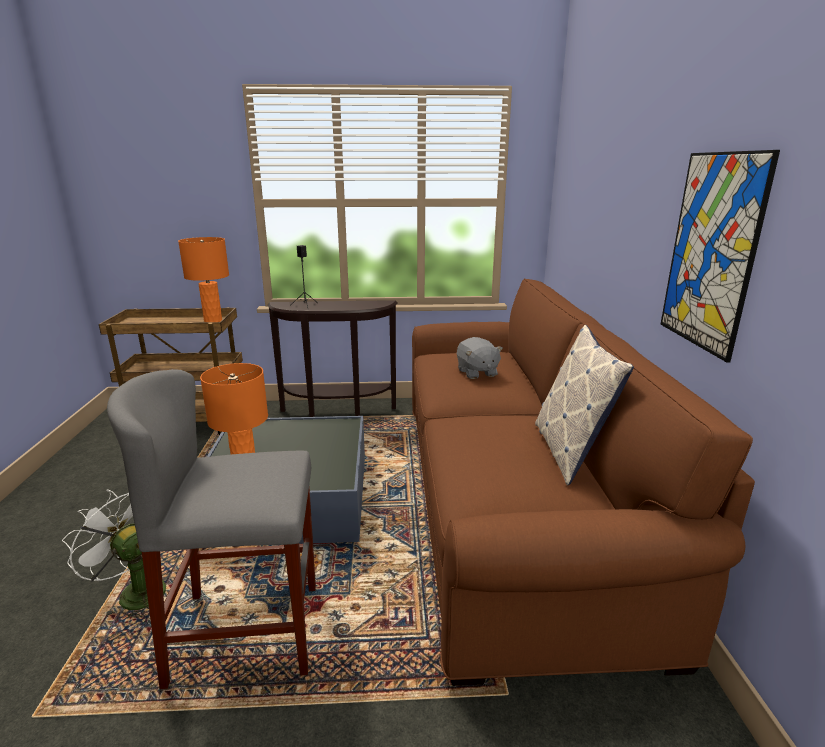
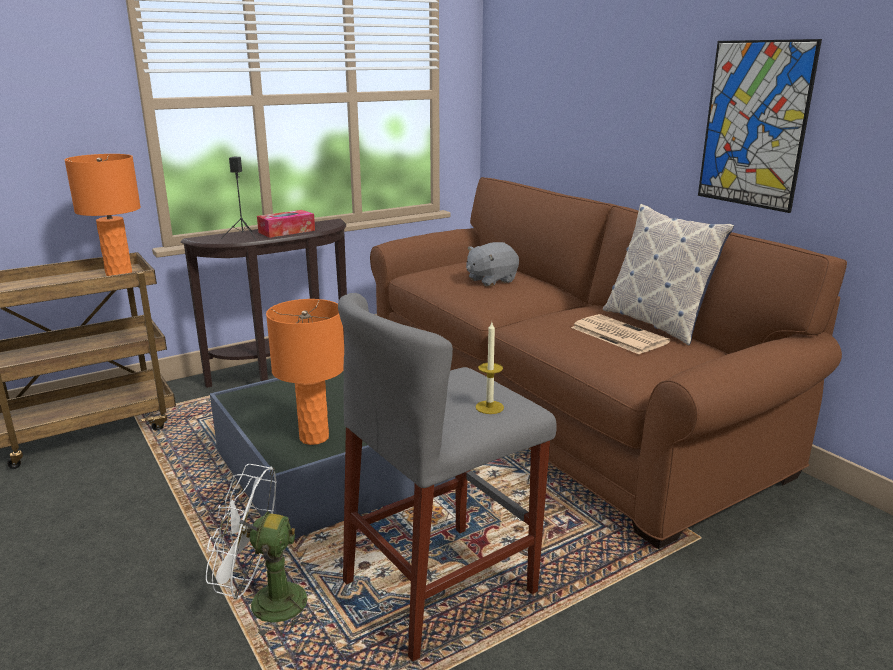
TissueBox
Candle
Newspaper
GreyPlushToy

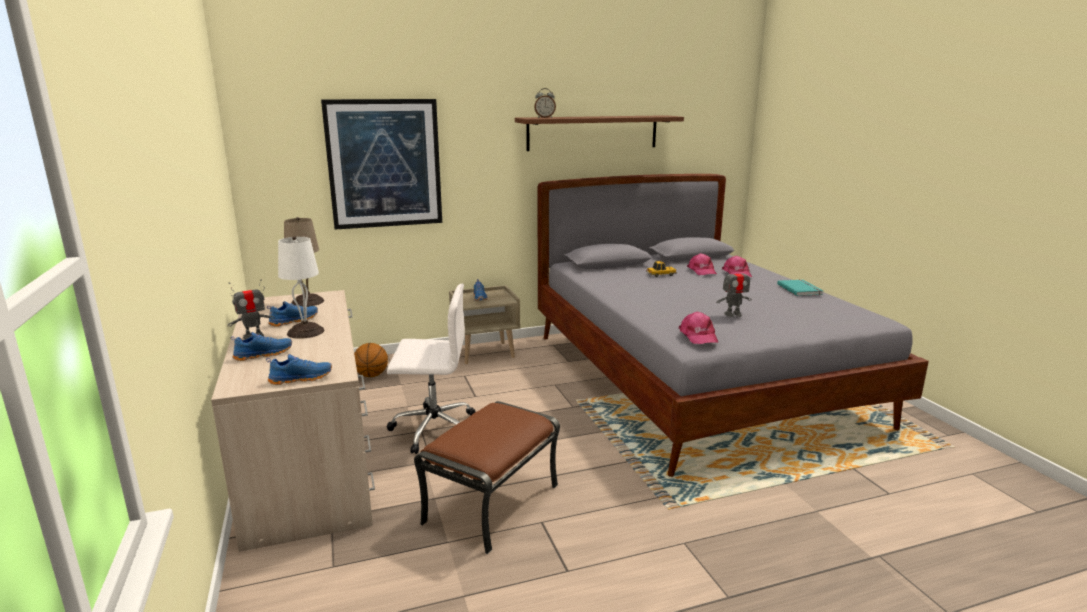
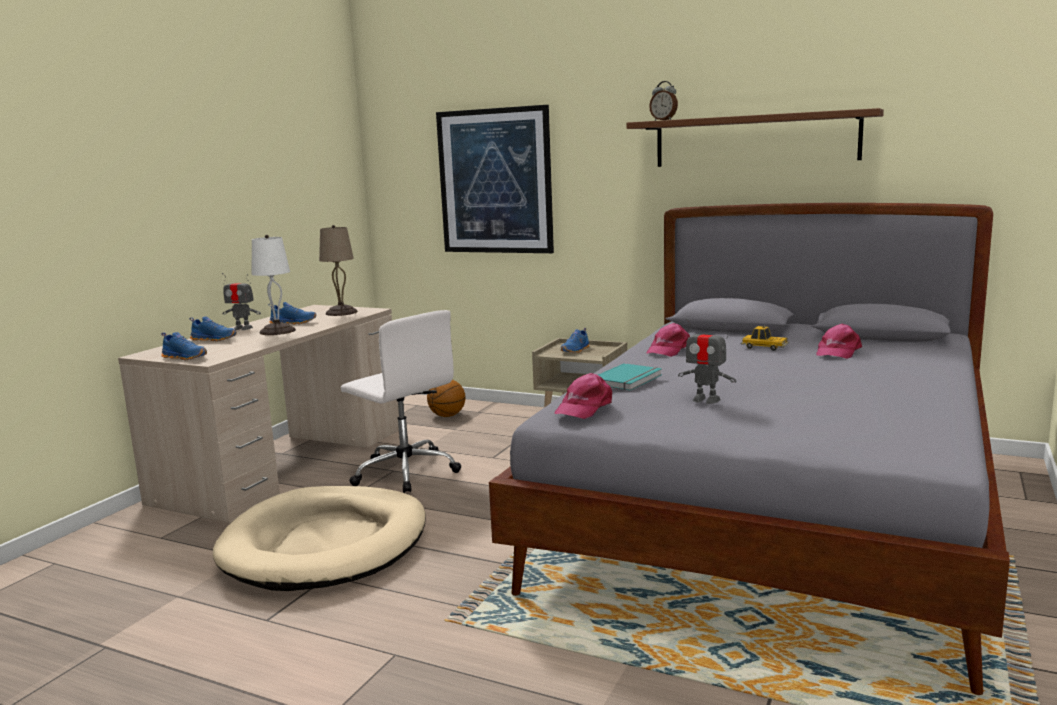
PinkCap (2nd from left)
TurquoiseBook
BeigeDogBed

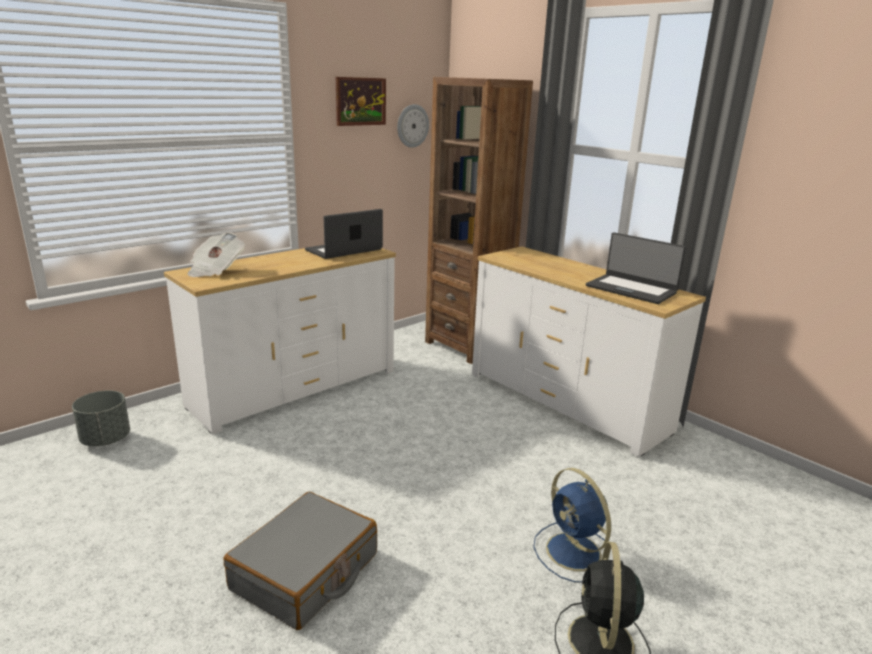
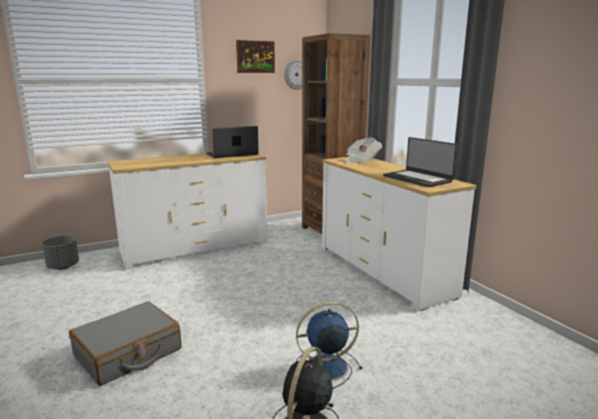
Newspaper
BlueFan

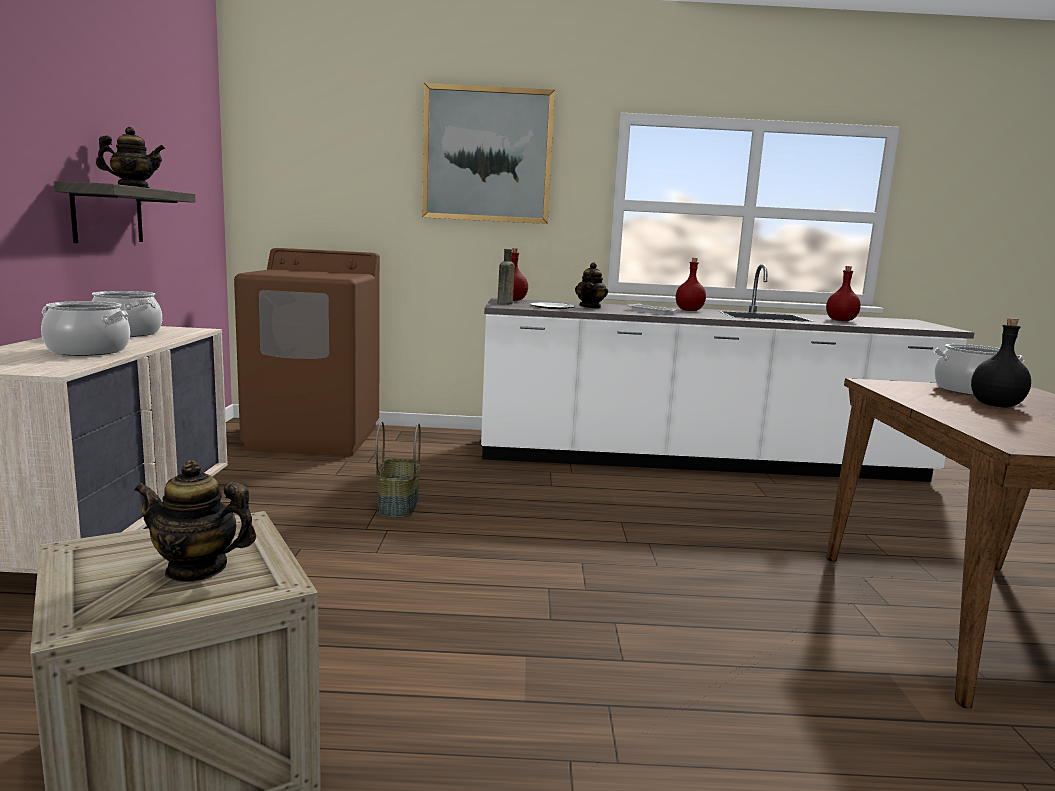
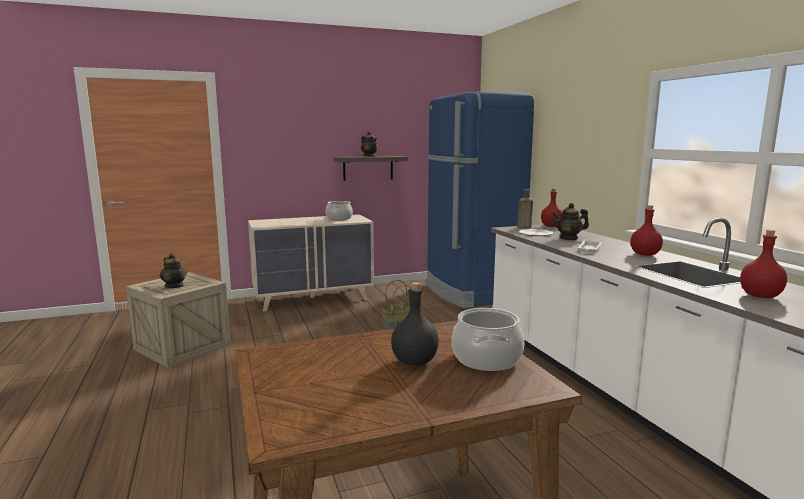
CookingPot (1st from left in the first image)
Picture
BlueFridge
Teapot (1st from left)

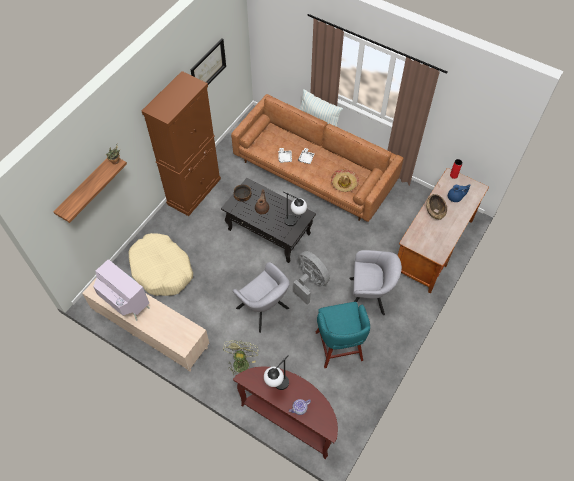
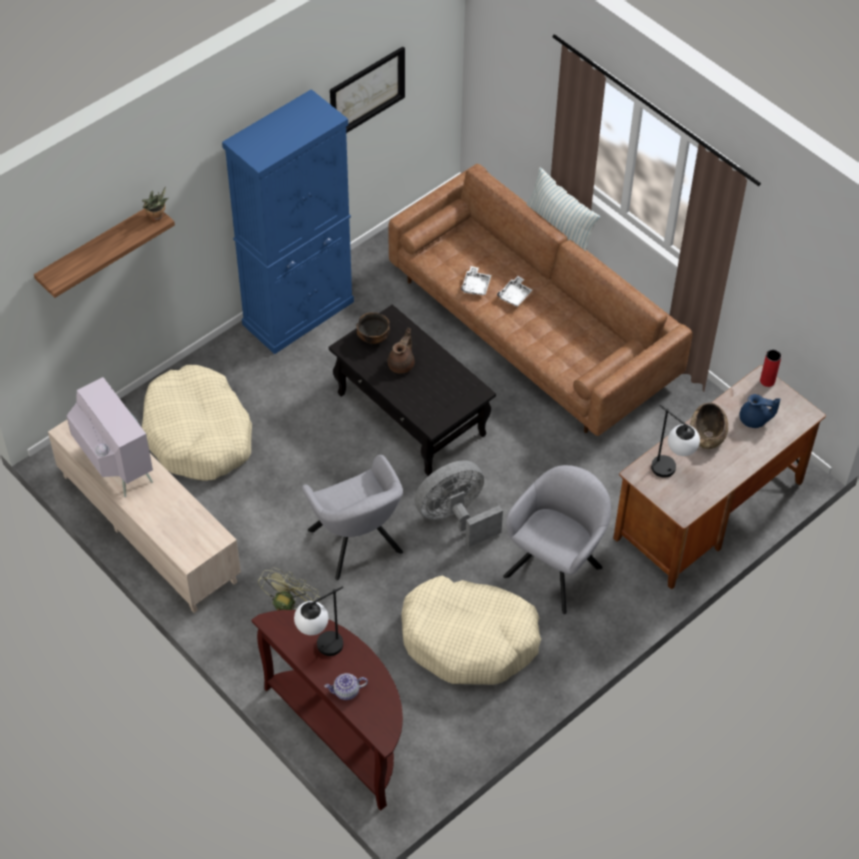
Hat
TableLamp (2nd from left)
BeigeDogBed (2nd from left)
BlueCabinet
GreyFan
GreyArmchair (2nd from left)

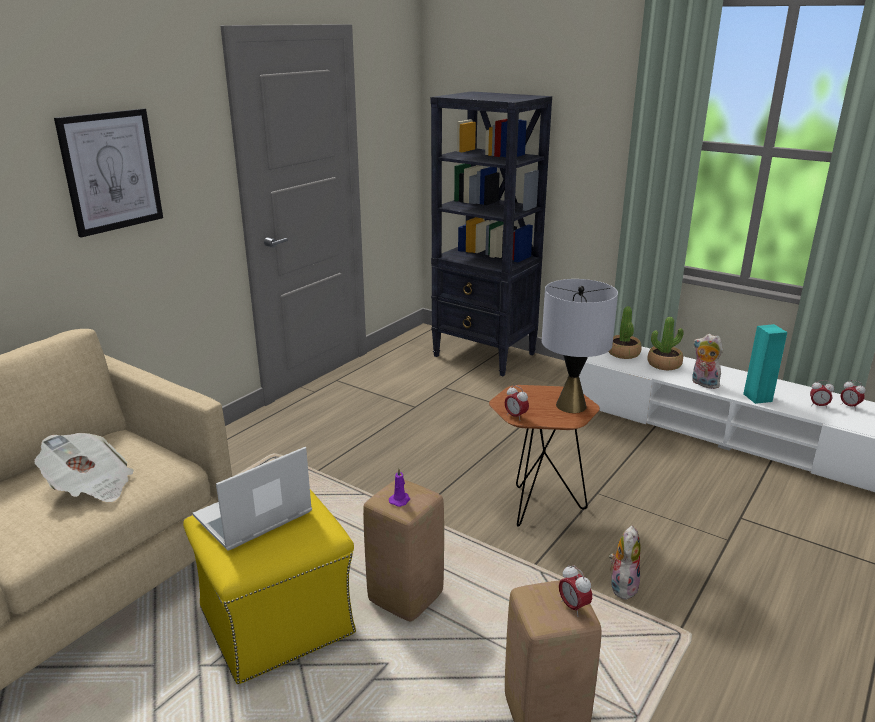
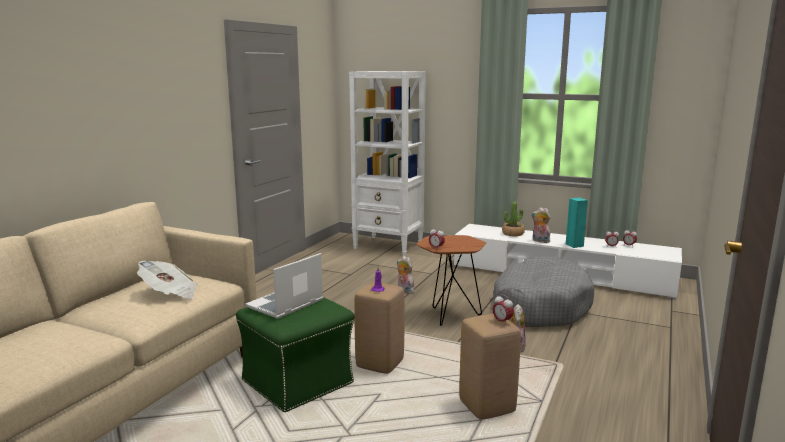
Picture
GreyTableLamp
PottedPlant (1st from left in the first image)
PlushToy (1st from left)
GreyDogBed
GreenOttoman
WhiteBookcase

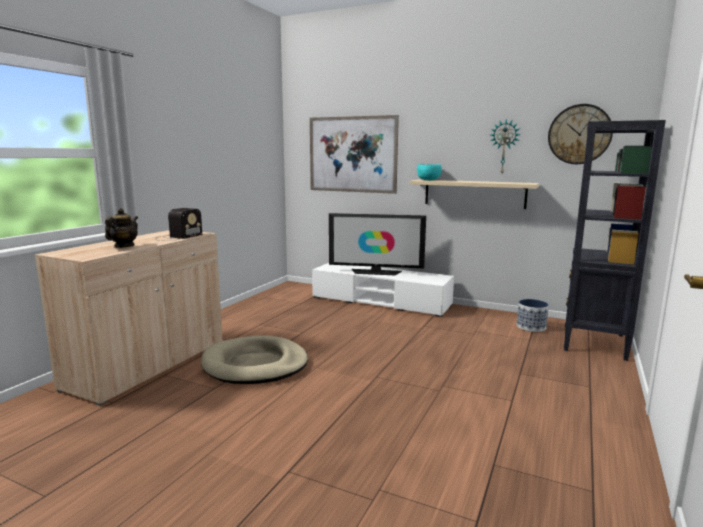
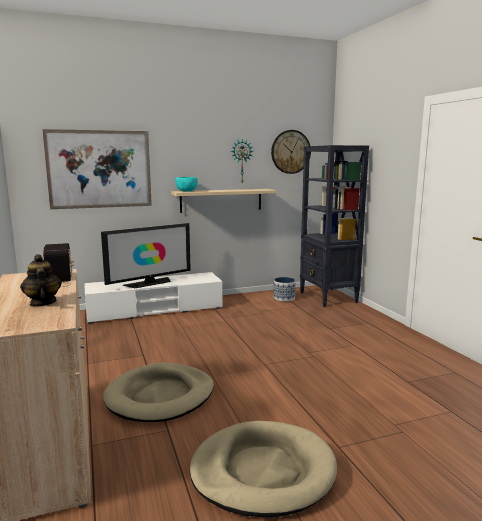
BeigeDogBed (2nd from left)

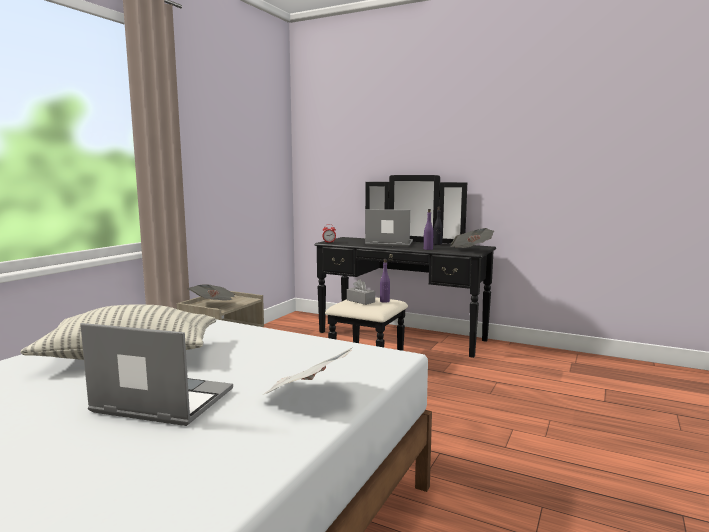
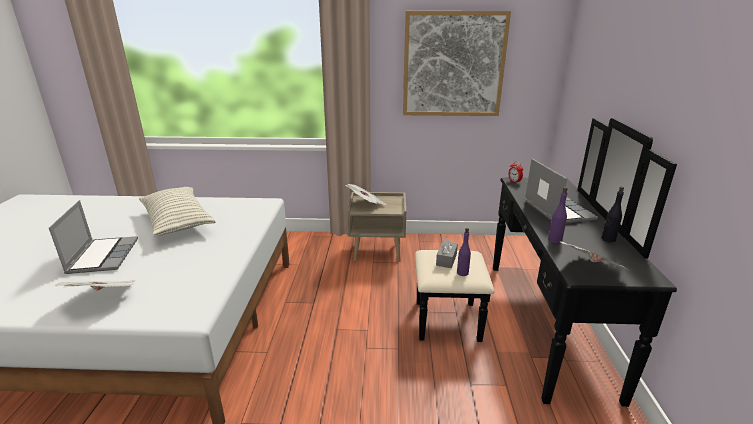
Picture

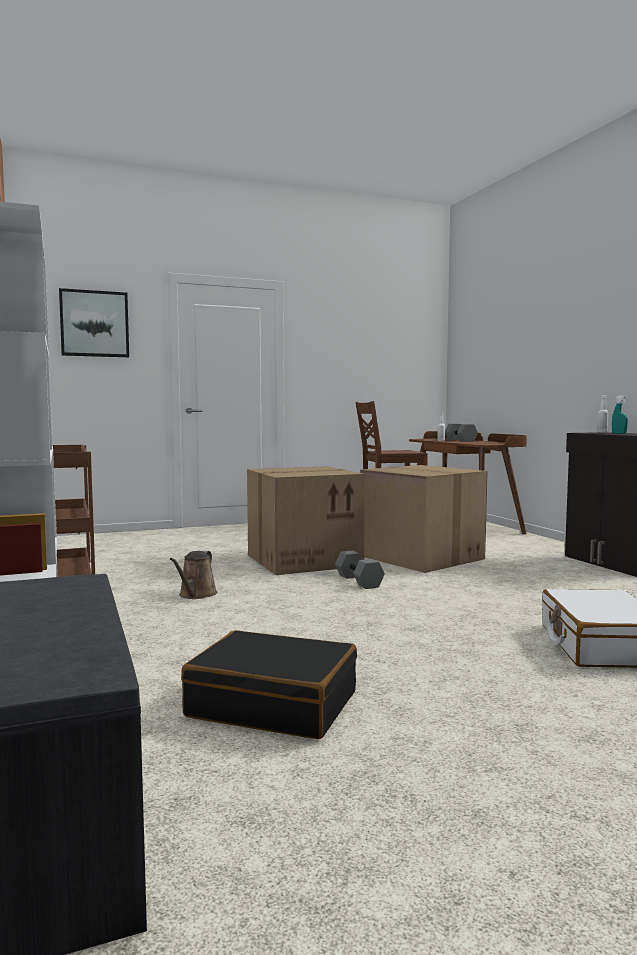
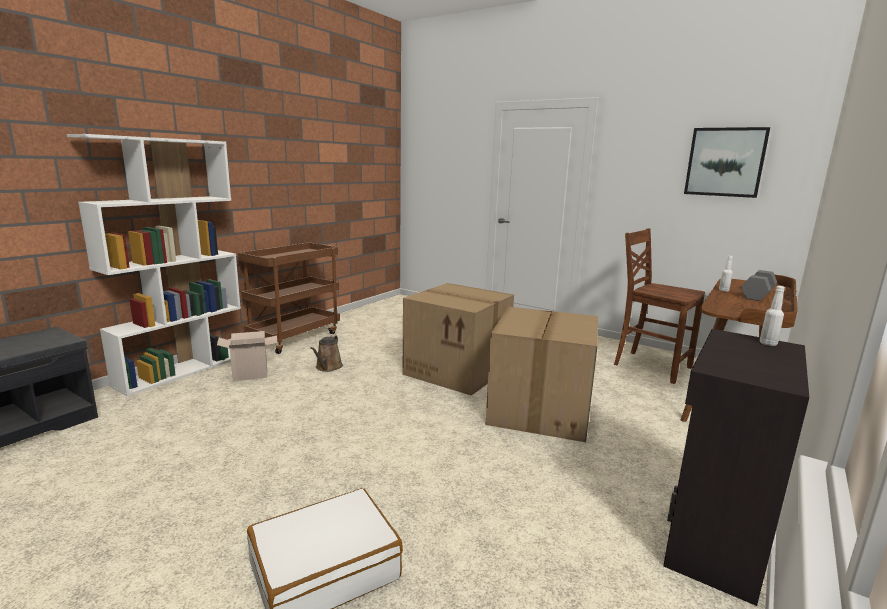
BlackSuitcase
GreyDumbbell (1st from left in the first image)
TurquoiseSprayBottle
CardboardBox (1st from left)
Picture
BrownWateringCan

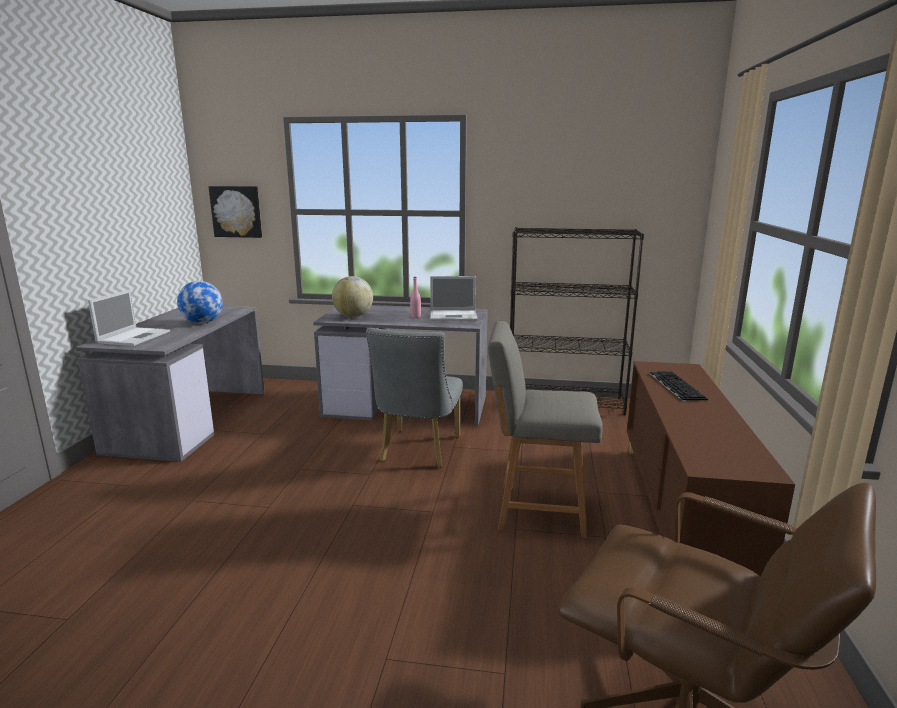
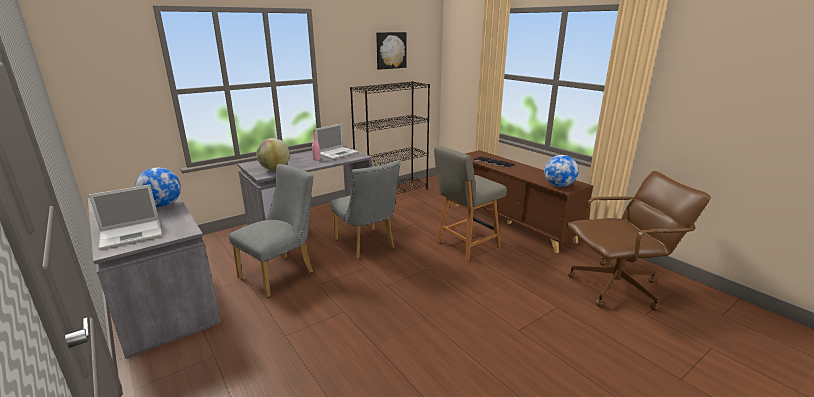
GreyChair (1st from left)
Globe (3rd from left)
Picture
Laptop (1st from left)

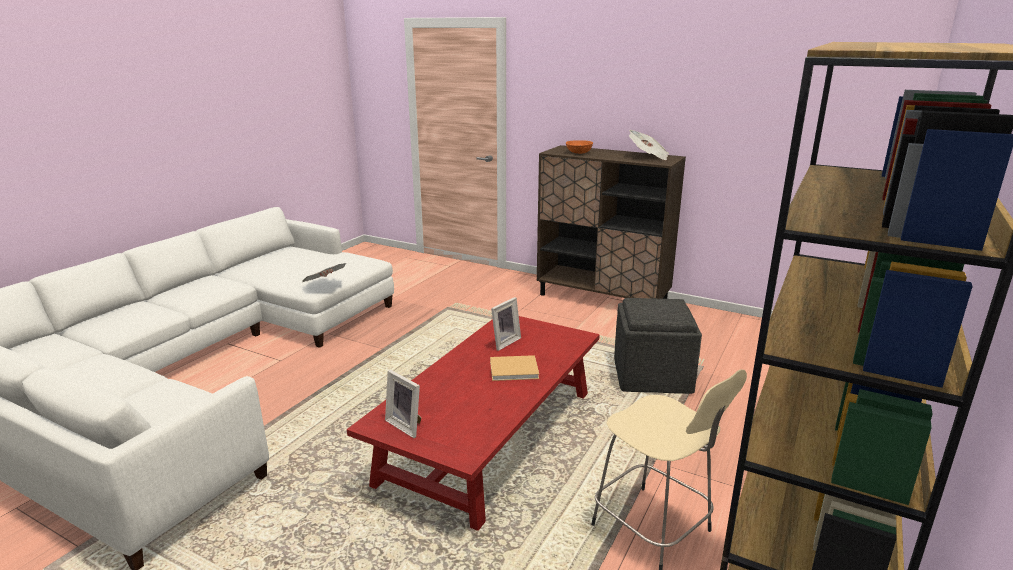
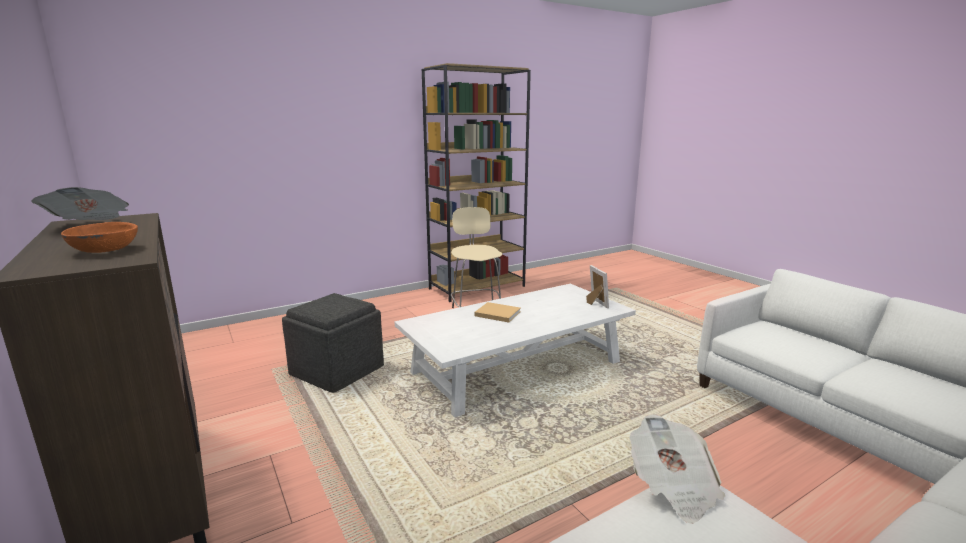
PictureFrame (2nd from left in the first image)
WhiteCoffeeTable

